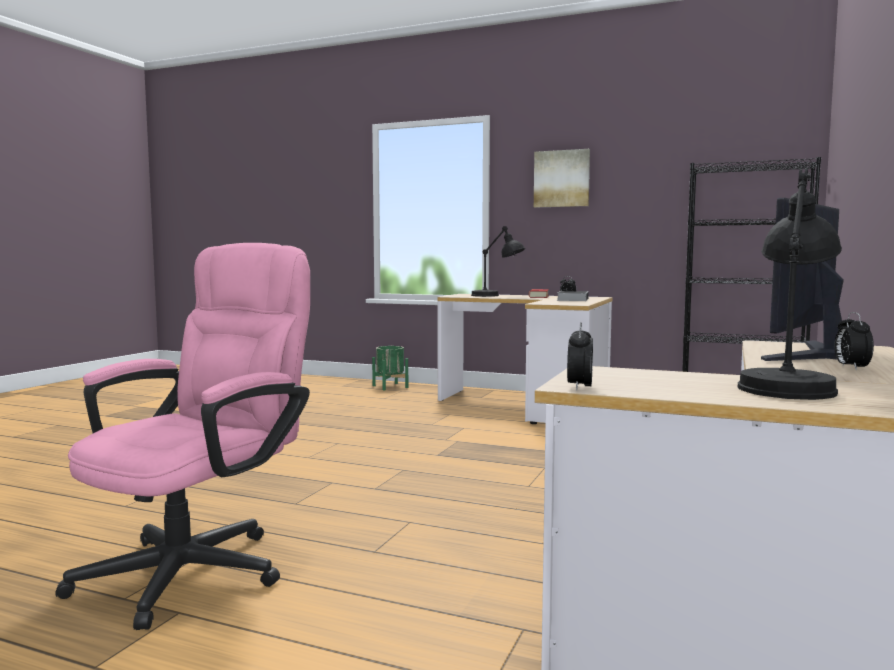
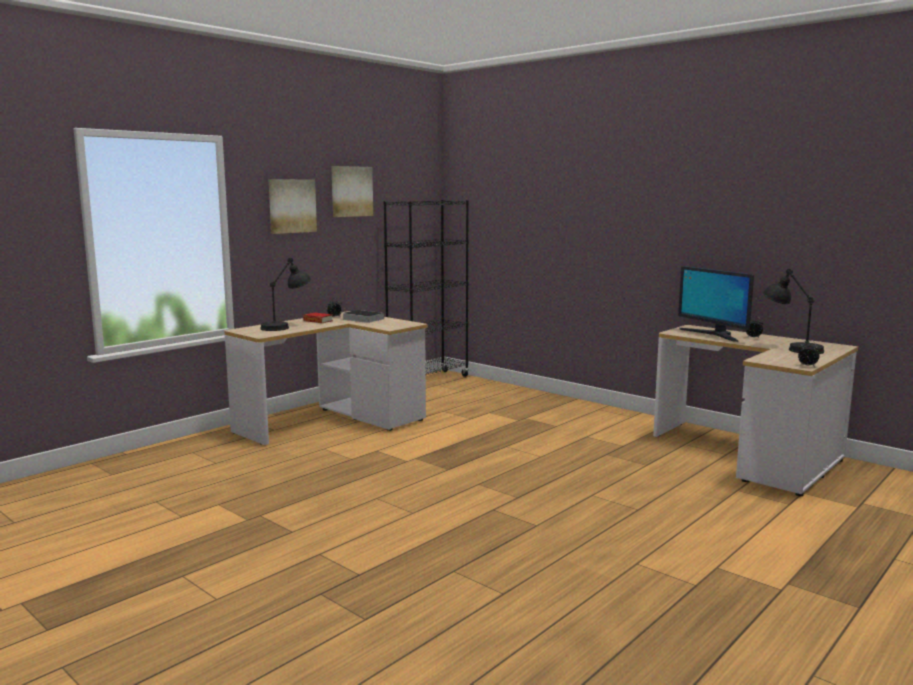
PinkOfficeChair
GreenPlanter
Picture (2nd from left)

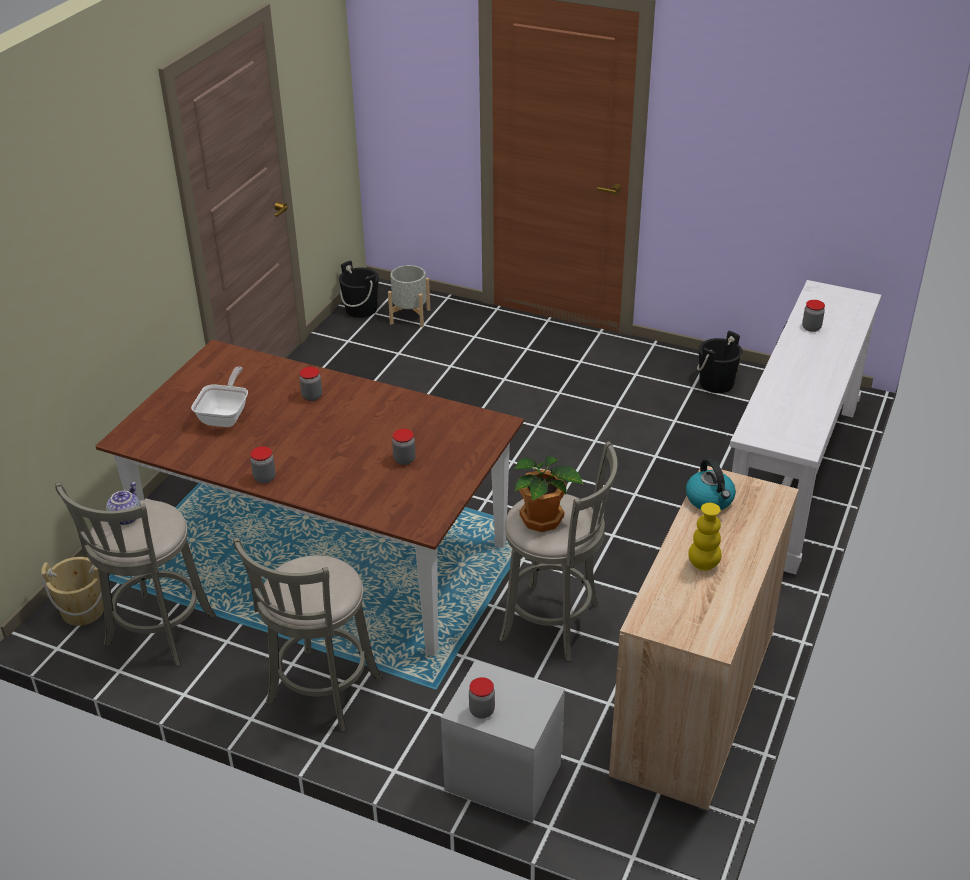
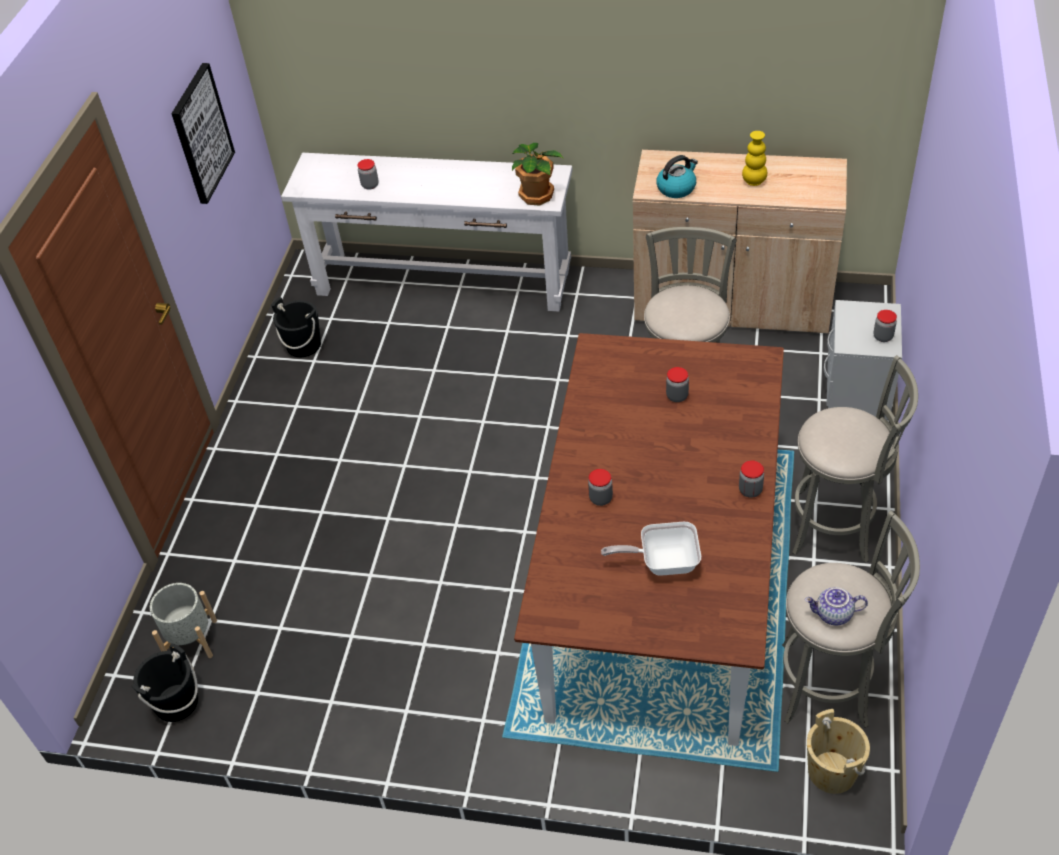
Picture
PottedPlant

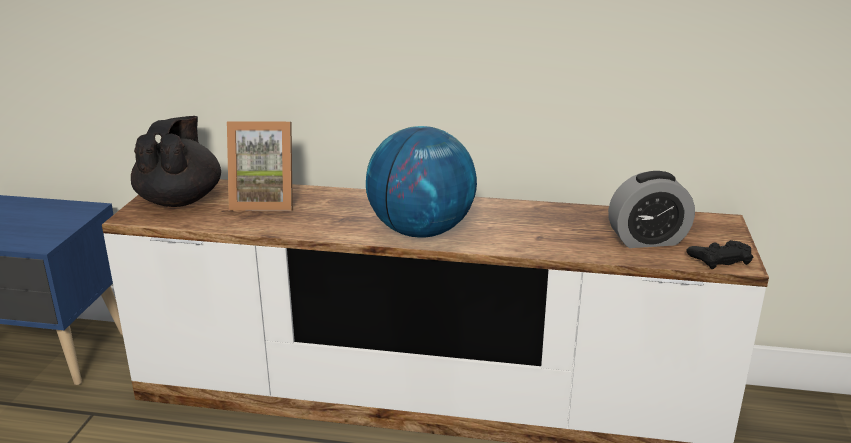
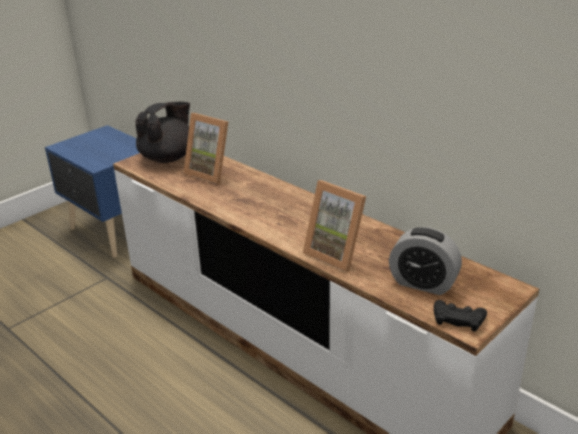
Globe
PictureFrame (2nd from left)

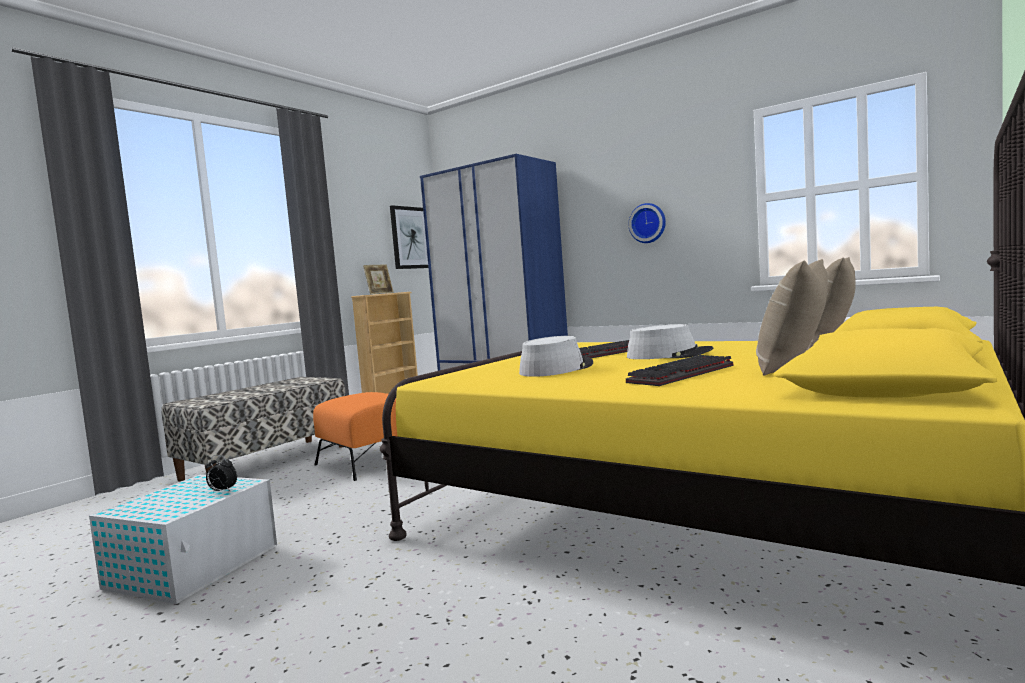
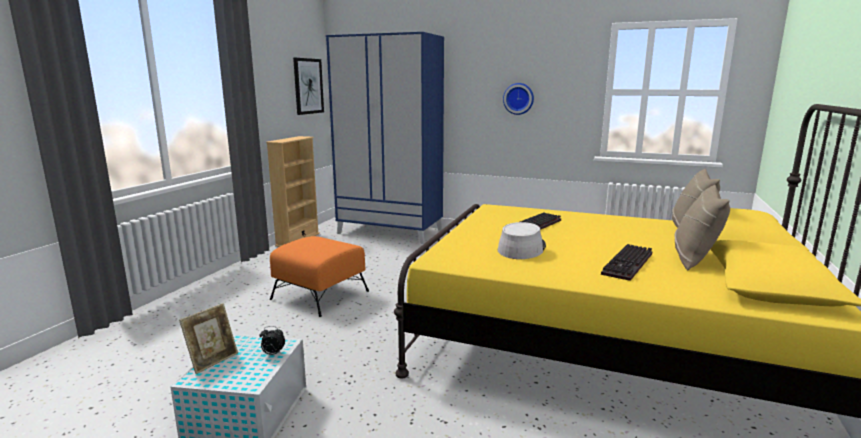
Bench
GreyHat (2nd from left in the first image)
PictureFrame

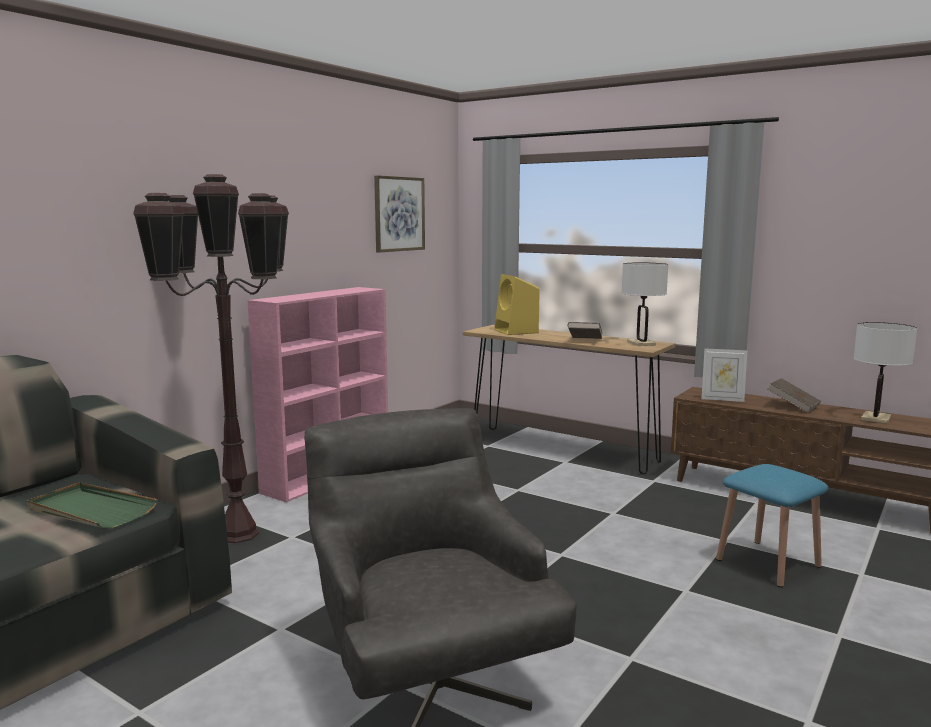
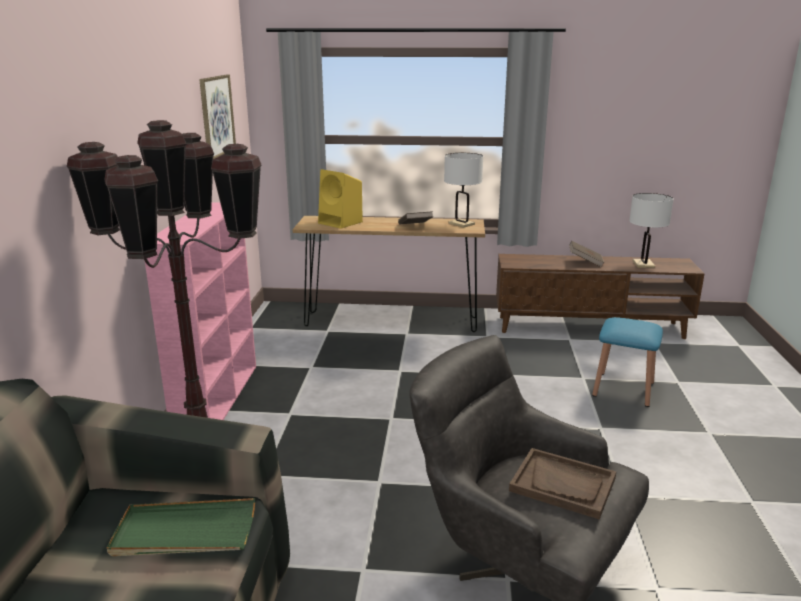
PictureFrame
BrownTray

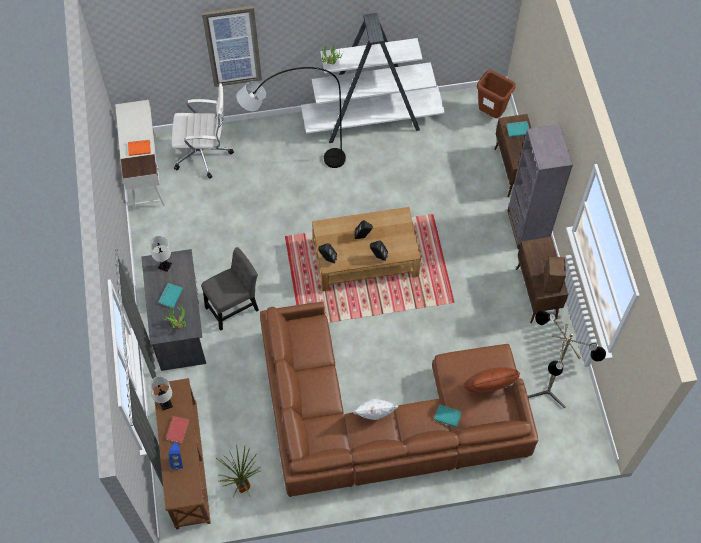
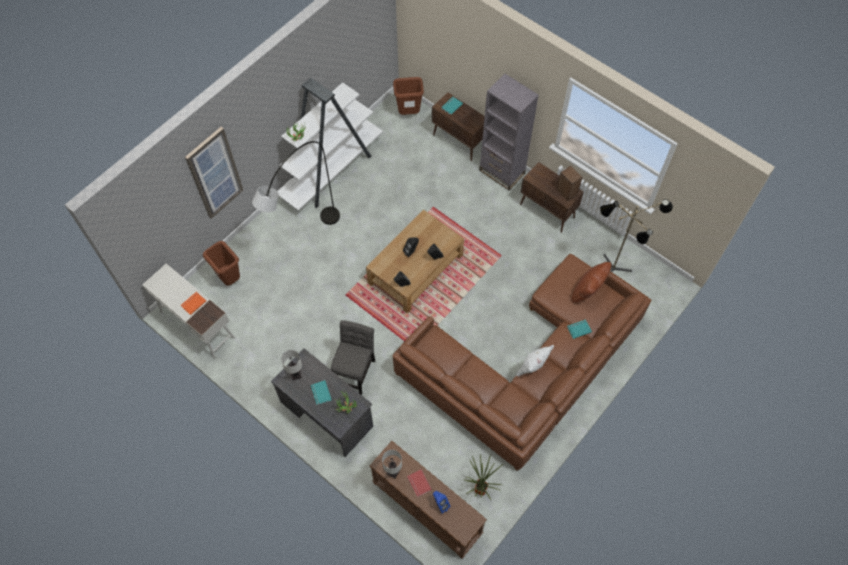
BrownTrashCan (1st from left)

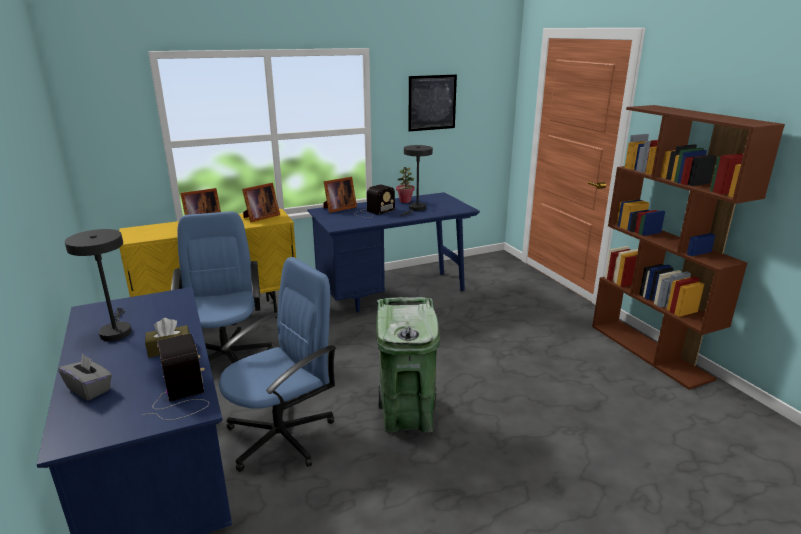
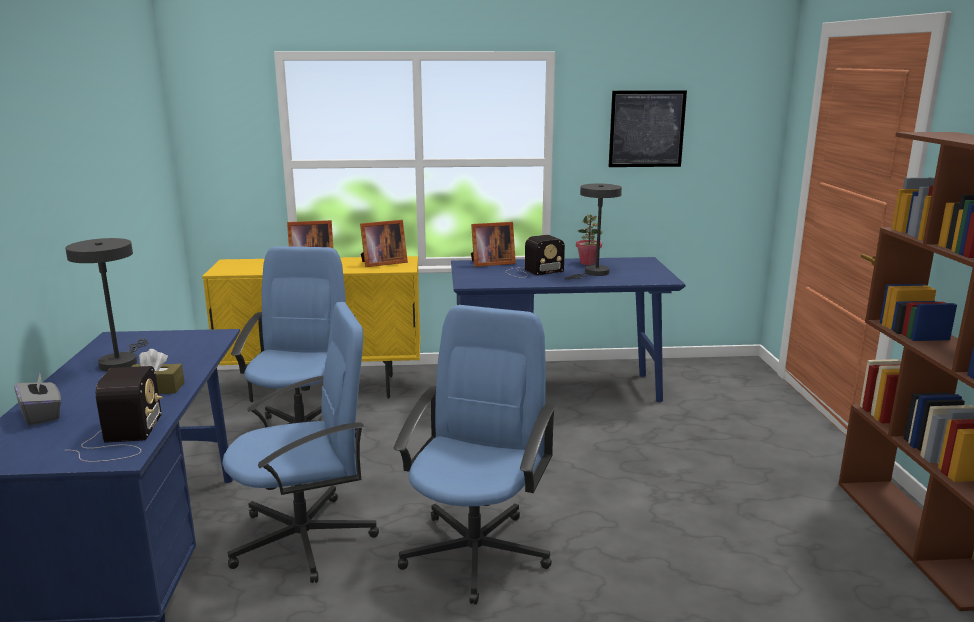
BlueOfficeChair (3rd from left)

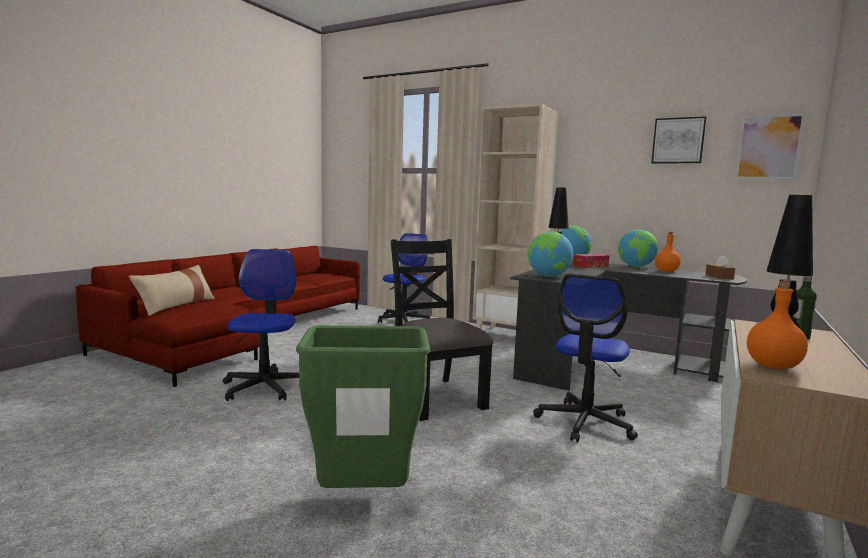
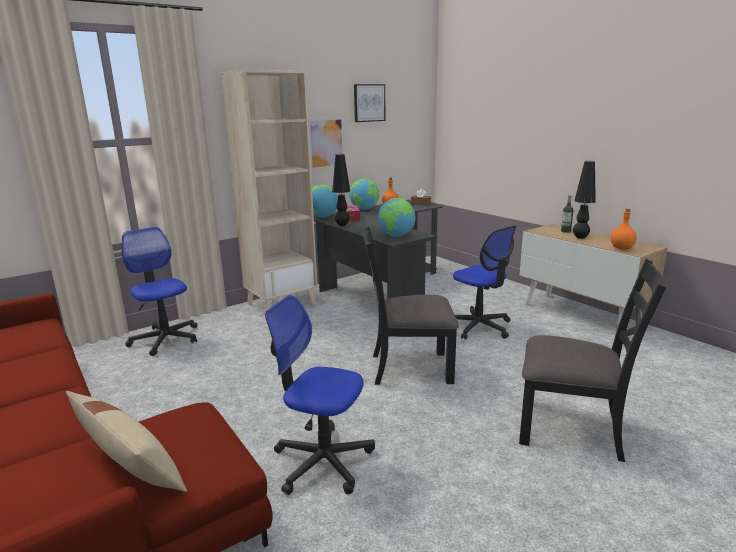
Picture (1st from left)
BlackChair (2nd from left)

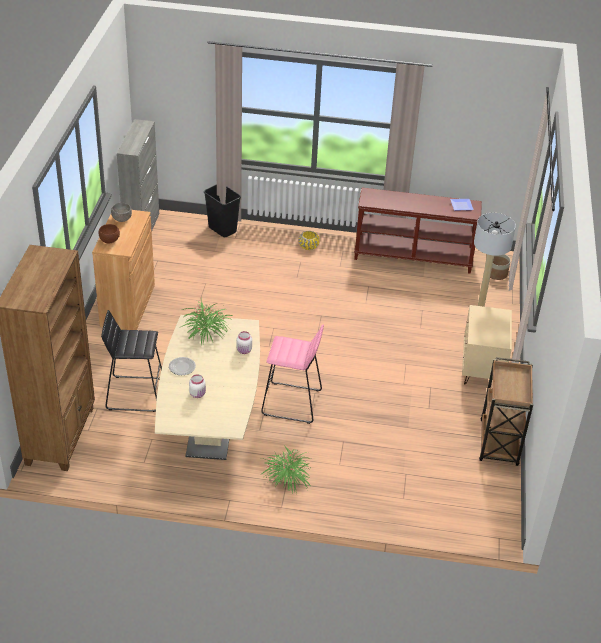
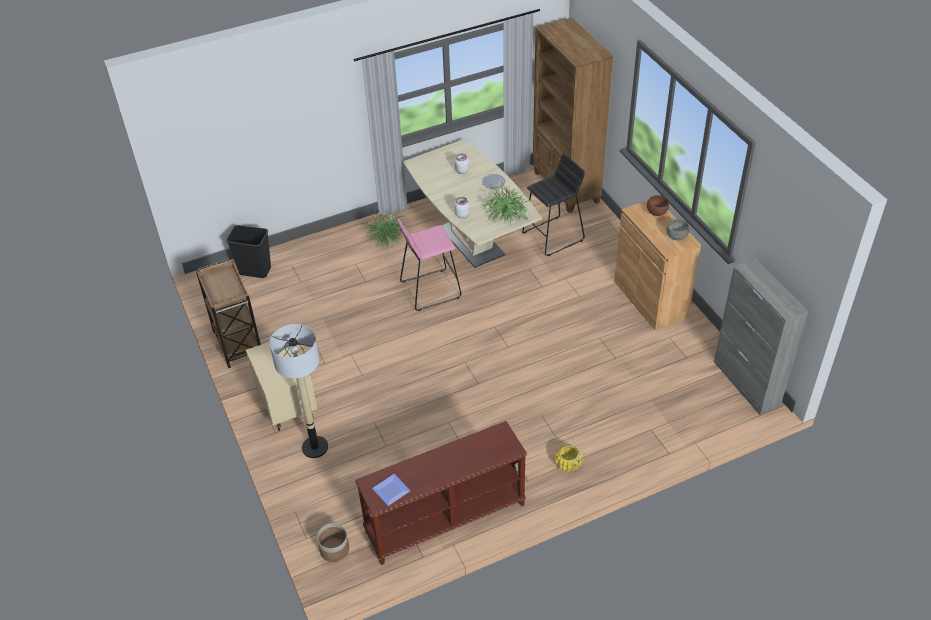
BlackTrashCan

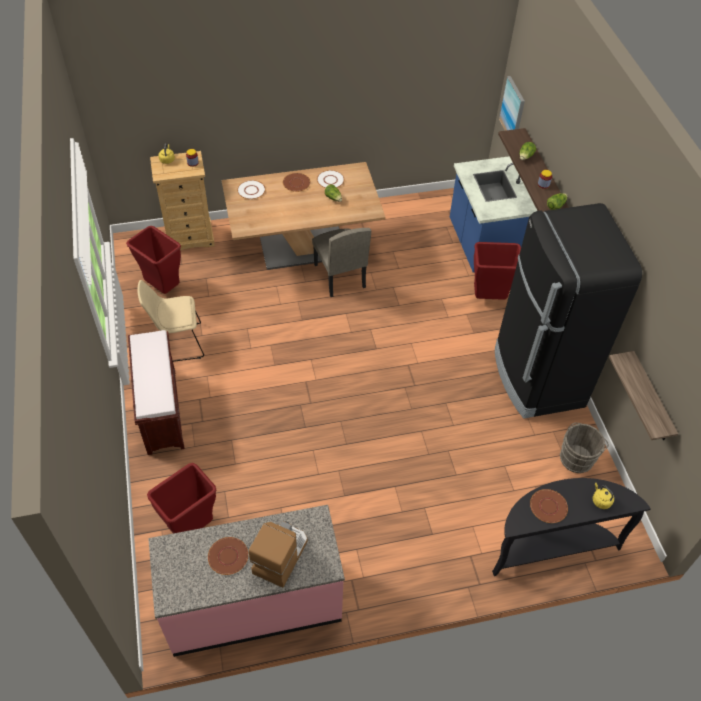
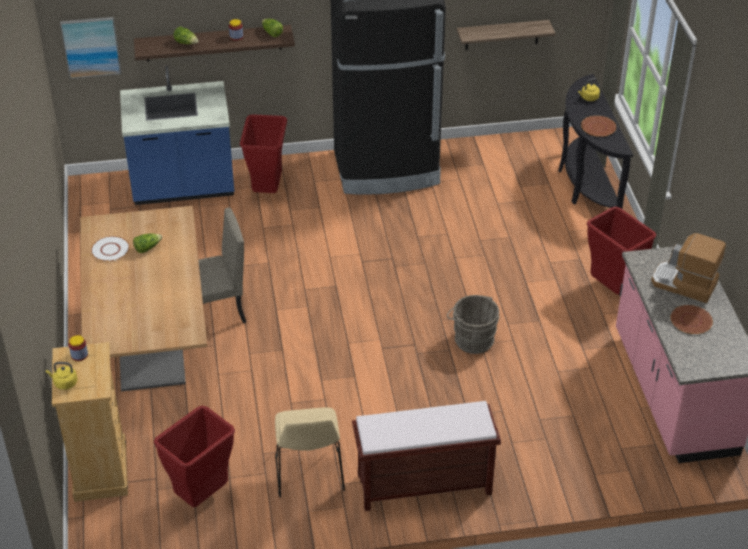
WhitePlate (1st from left in the first image)
BrownPlate (2nd from left in the first image)
RedTrashCan (3rd from left)
GreyBucket

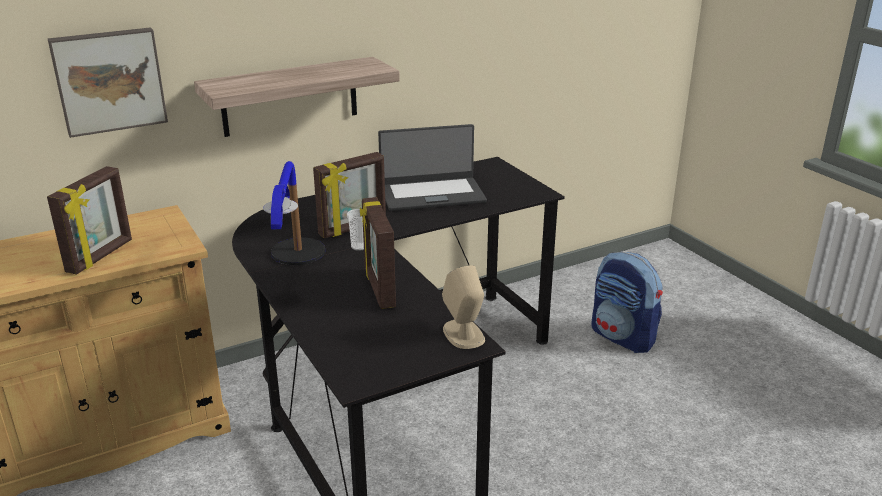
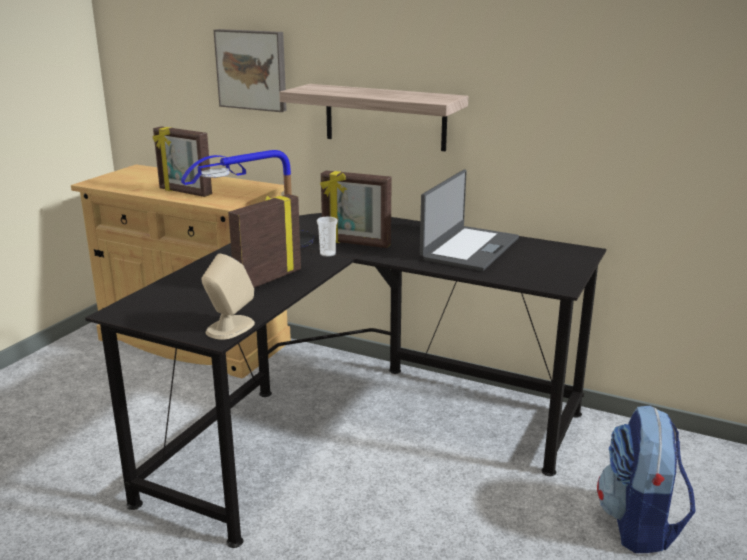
PictureFrame (1st from left)
Laptop

